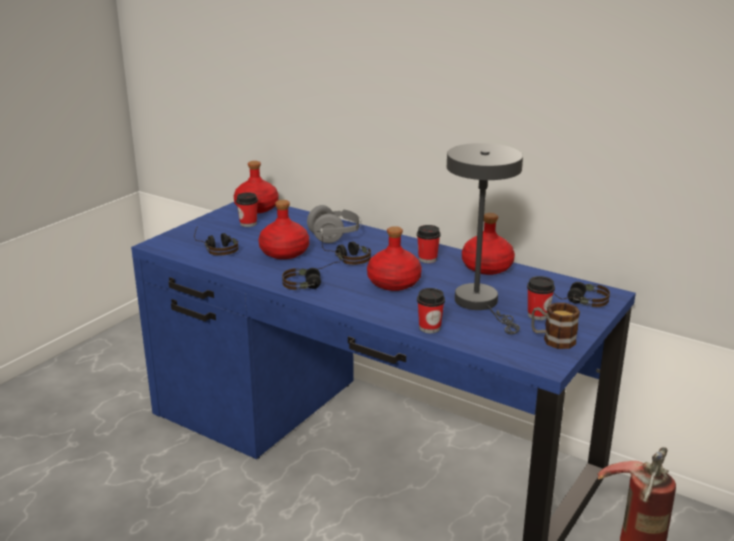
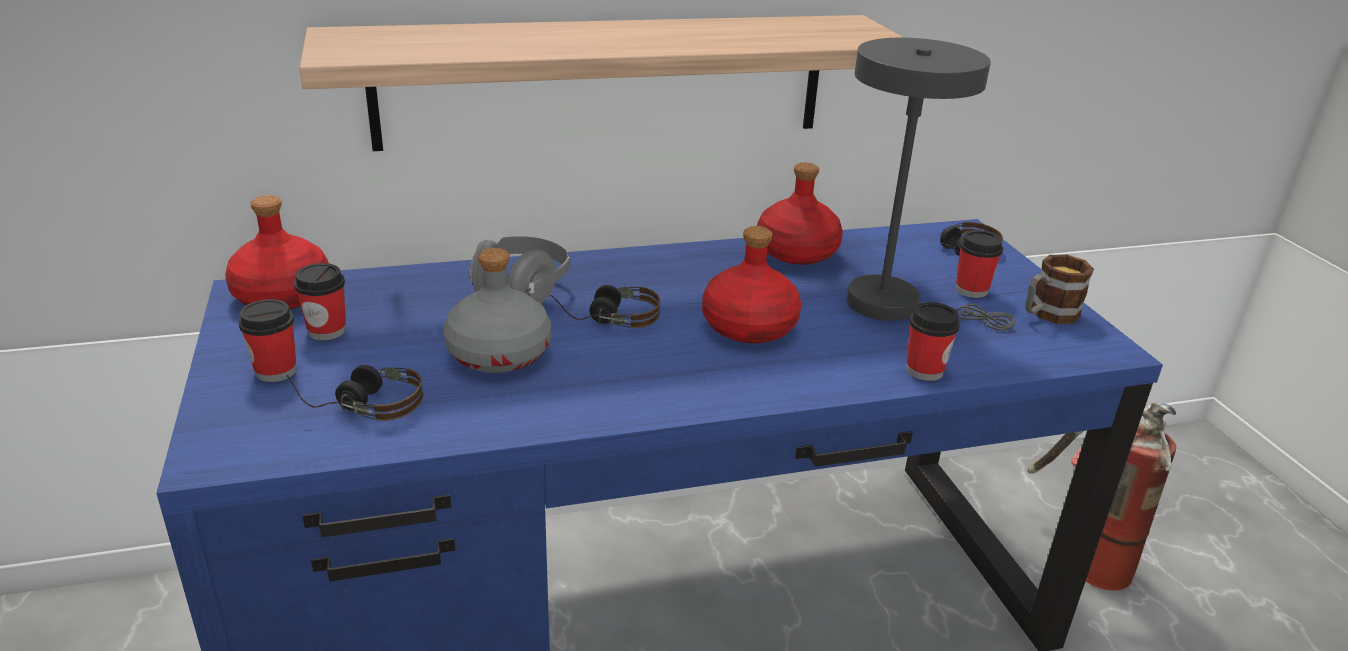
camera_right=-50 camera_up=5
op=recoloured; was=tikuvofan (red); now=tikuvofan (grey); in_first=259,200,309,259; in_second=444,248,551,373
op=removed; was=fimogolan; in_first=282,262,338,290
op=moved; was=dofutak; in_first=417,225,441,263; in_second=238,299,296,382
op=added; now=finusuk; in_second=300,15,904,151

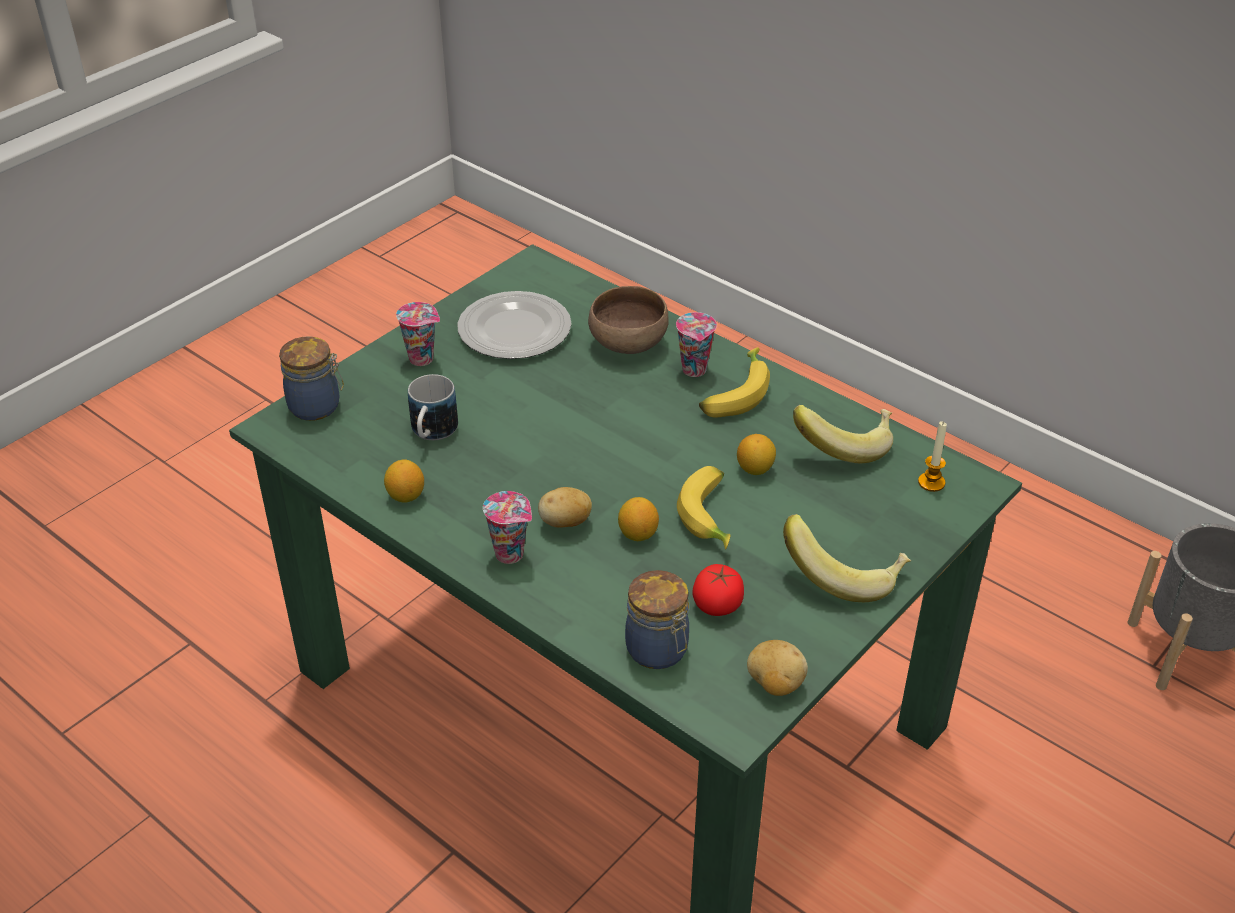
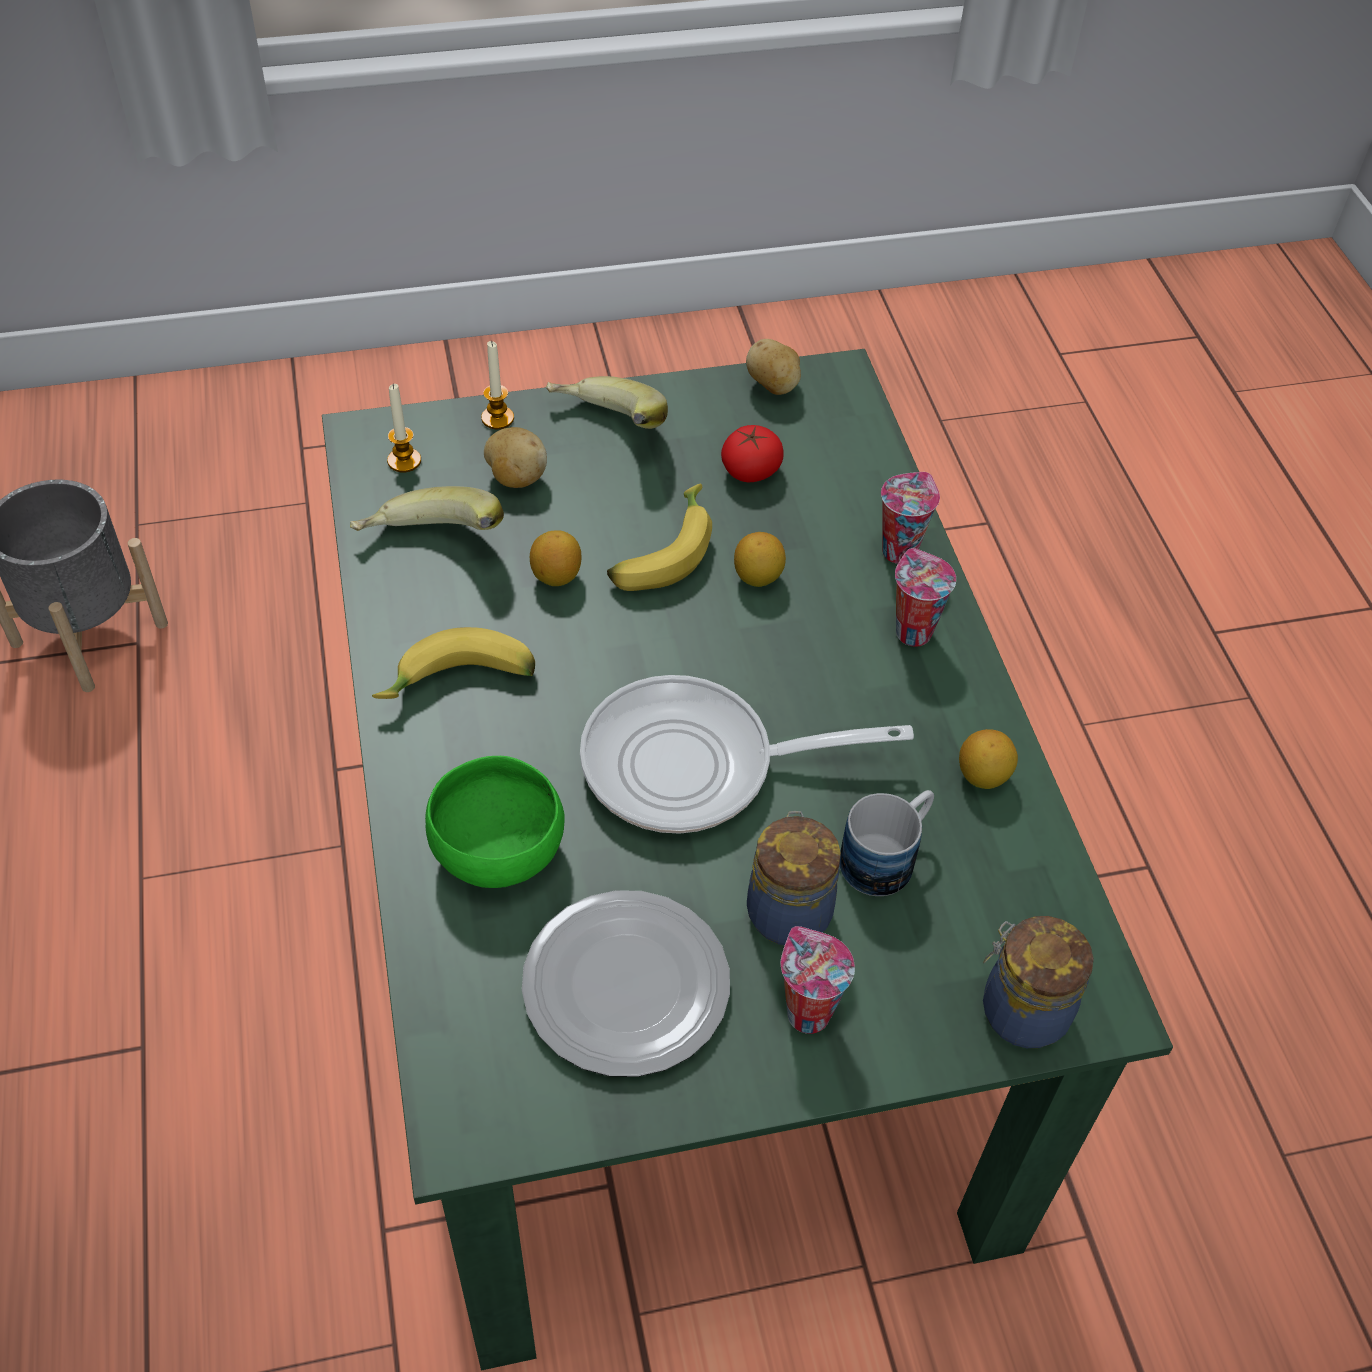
camera_right=-145 camera_up=10
op=moved; was=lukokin; in_first=538,487,592,528; in_second=484,427,547,488
op=recoloured; was=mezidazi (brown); now=mezidazi (green); in_first=588,286,669,354; in_second=425,756,565,888
op=moved; was=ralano; in_first=625,570,689,669; in_second=747,811,841,945
op=moved; was=dofutak; in_first=676,312,717,377; in_second=881,472,940,564
op=added; now=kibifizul; in_second=481,341,514,429
op=added; now=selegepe; in_second=580,675,914,834

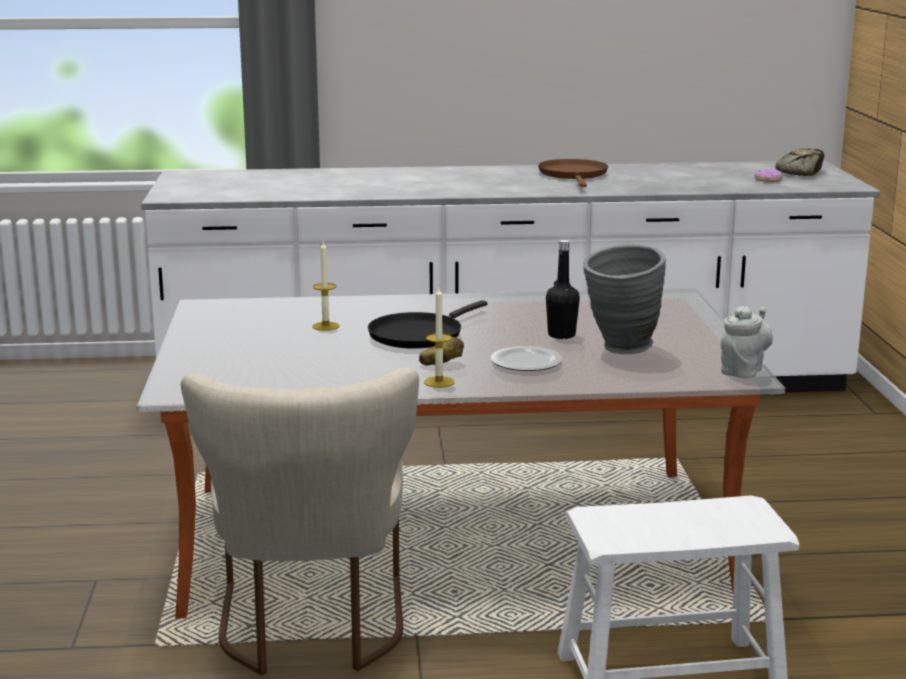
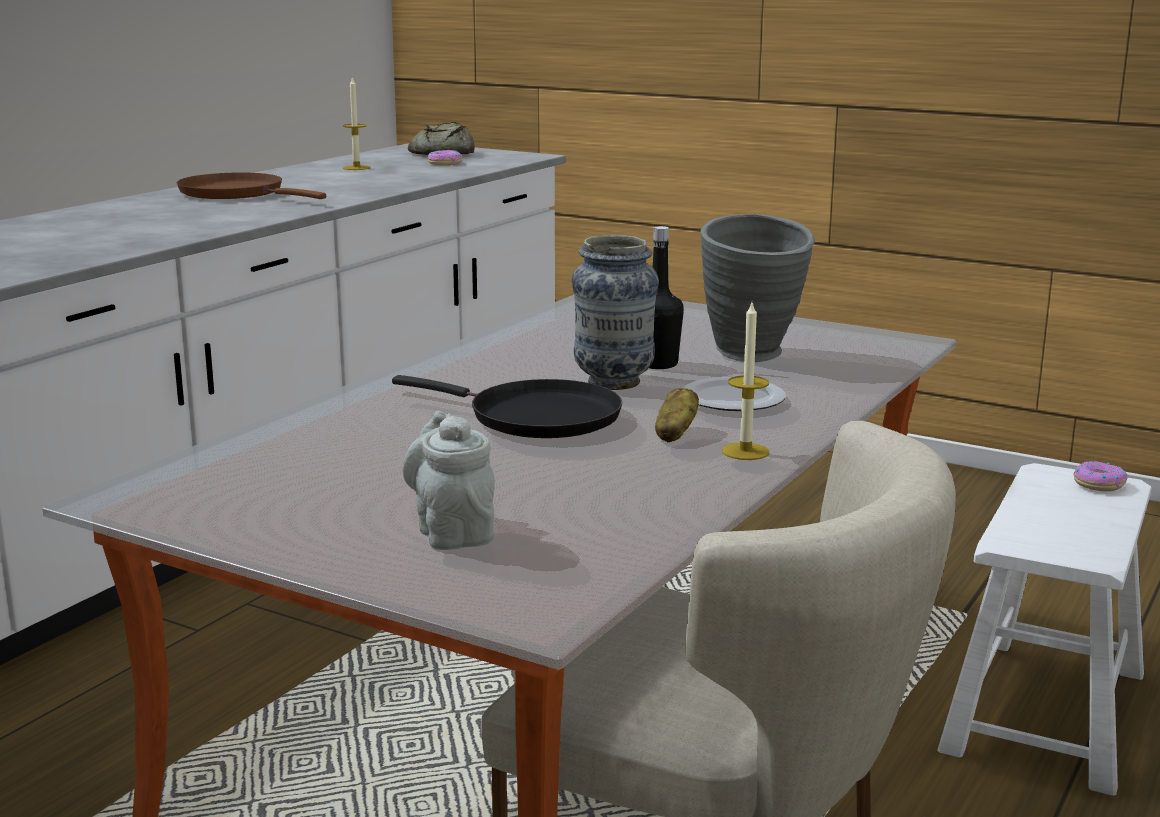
camera_right=-55 camera_up=0
op=moved; was=kibifizul; in_first=312,242,340,331; in_second=343,76,370,170
op=turned; was=selegepe (black); in_first=368,300,488,349; in_second=392,375,622,438; clockwise=-45
op=moved; was=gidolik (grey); in_first=721,305,773,379; in_second=402,411,495,550
op=added; now=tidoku; in_second=572,235,659,390
op=added; now=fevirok; in_second=1073,461,1128,491

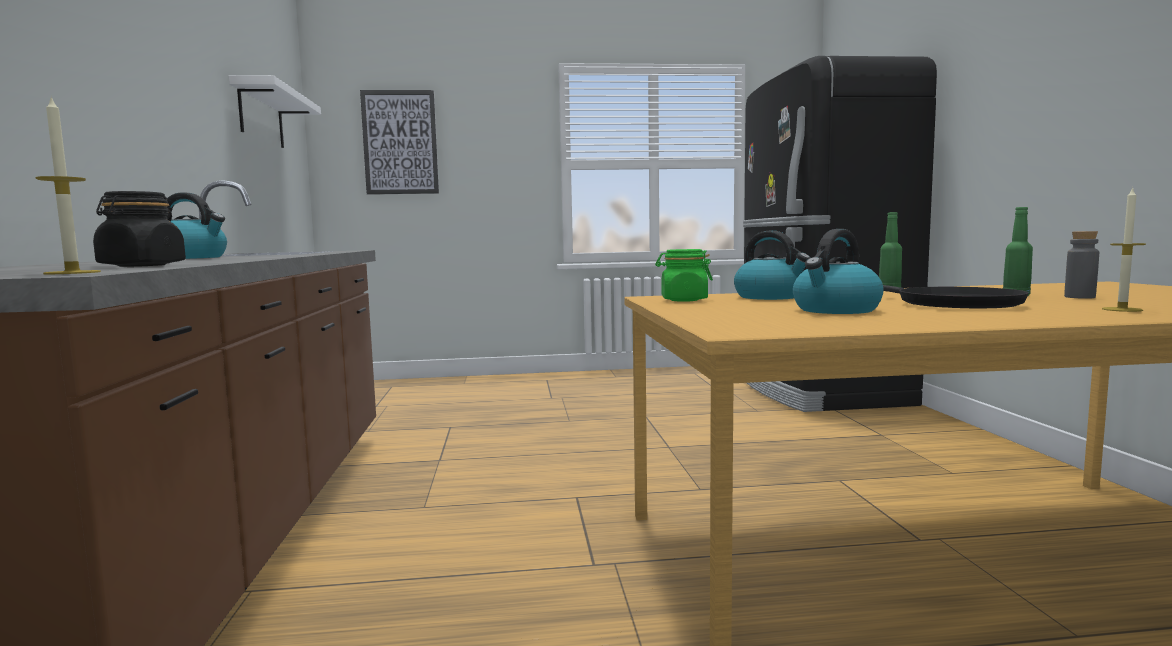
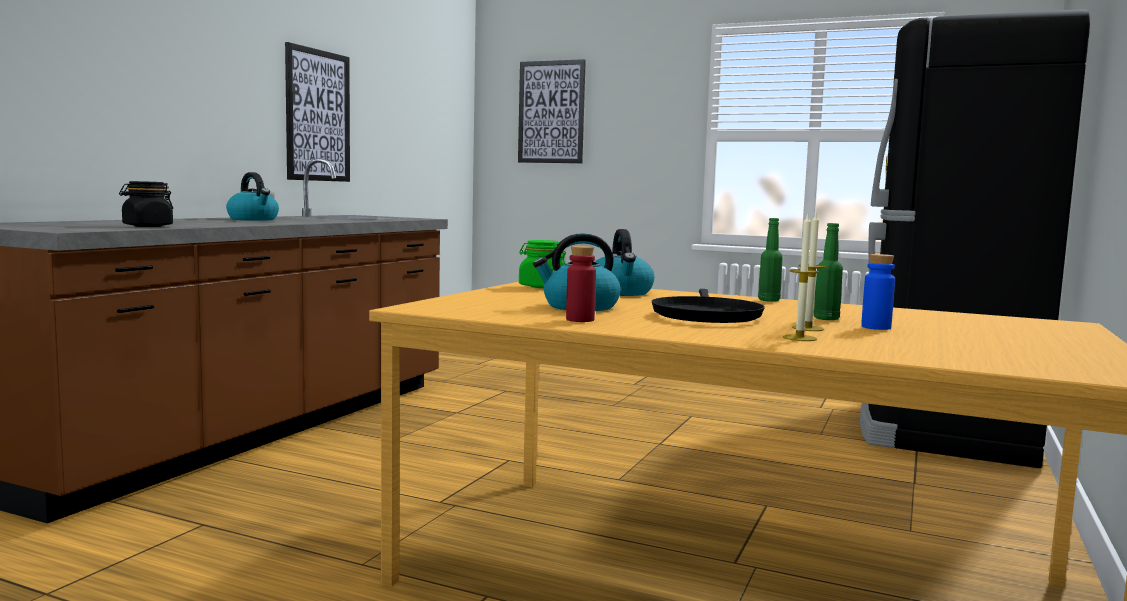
camera_right=30 camera_up=0
op=moved; was=kibifizul; in_first=36,95,101,274; in_second=792,214,826,331
op=removed; was=finusuk (white); in_first=229,75,321,148
op=recoloured; was=tikuvofan (grey); now=tikuvofan (blue); in_first=1064,231,1099,299; in_second=861,254,895,330
op=added; now=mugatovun; in_second=285,42,350,182
op=added; now=tikuvofan (red); in_second=566,246,596,322

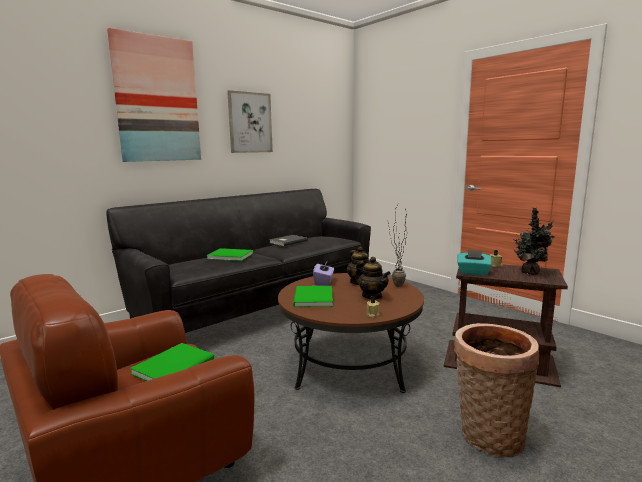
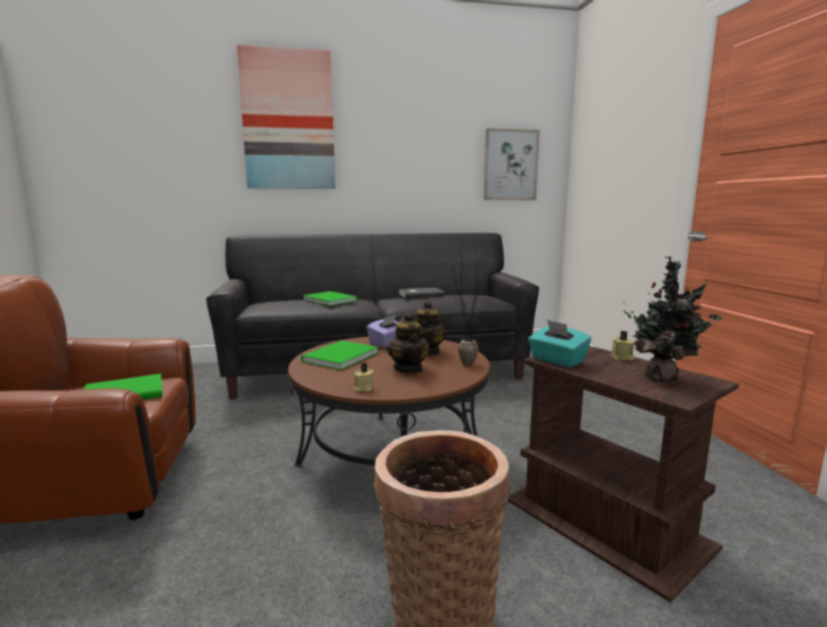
camera_right=30 camera_up=0
op=moved; was=mugatovun; in_first=227,90,273,153; in_second=484,128,540,200

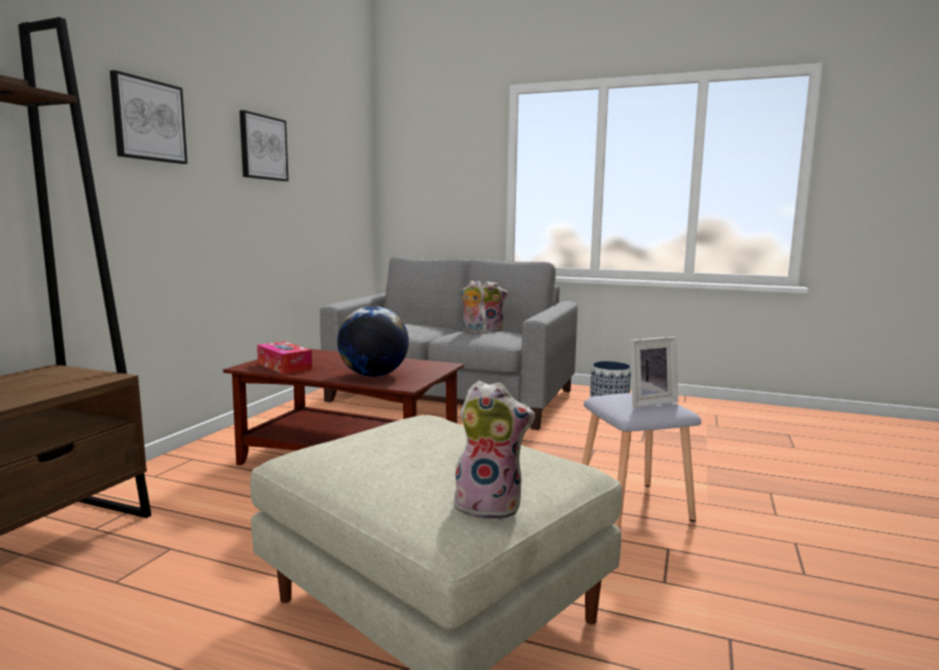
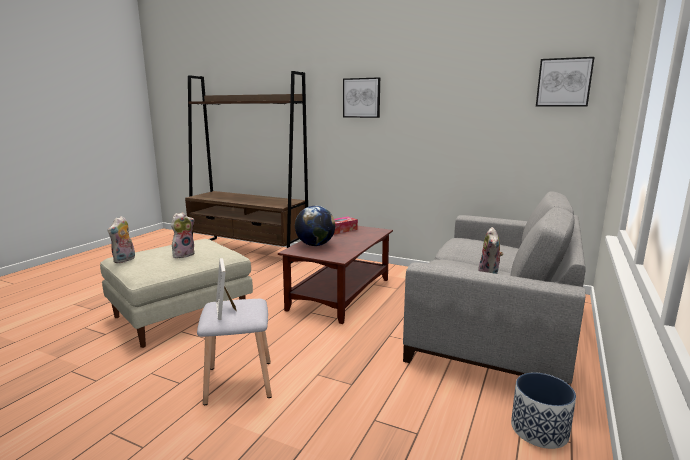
camera_right=95 camera_up=5
op=moved; was=mugatovun; in_first=239,110,289,181; in_second=536,57,594,107
op=moved; was=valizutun; in_first=461,281,490,333; in_second=171,212,195,258

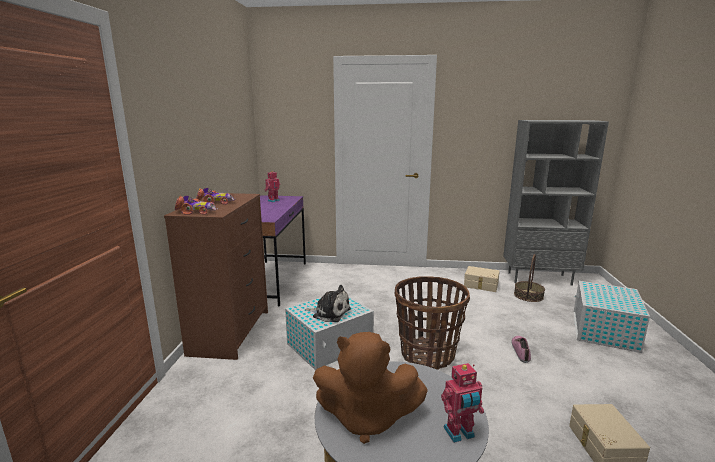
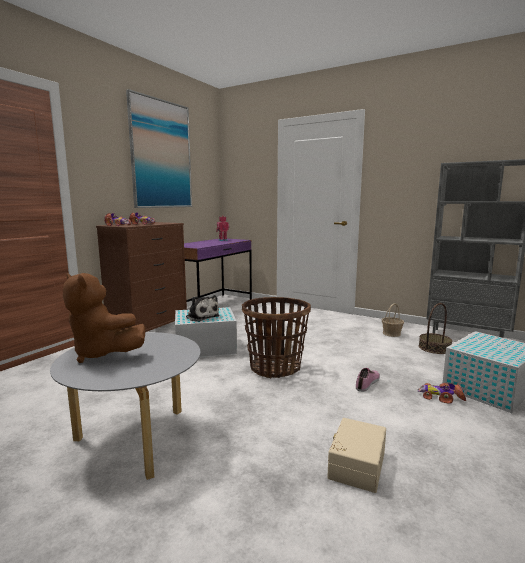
camera_right=25 camera_up=-5
op=removed; was=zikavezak; in_first=441,363,484,443
op=replaced; was=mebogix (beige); now=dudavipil; in_first=464,266,500,292; in_second=382,303,404,337
op=added; now=mugatovun; in_second=126,89,192,208
op=added; now=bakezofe; in_second=418,383,466,404

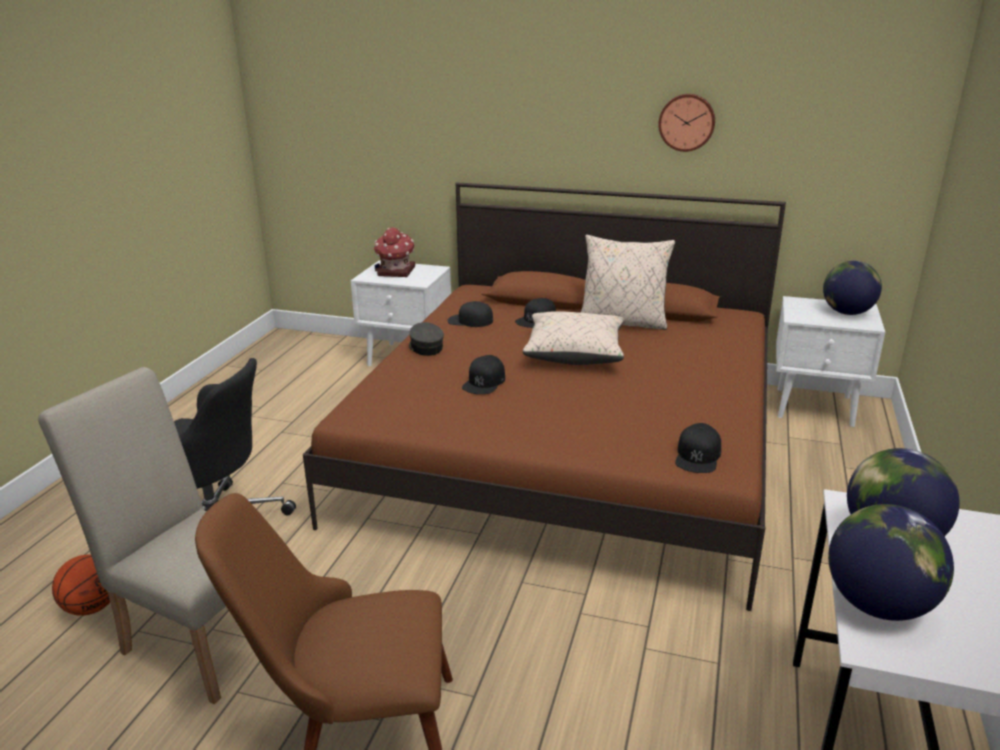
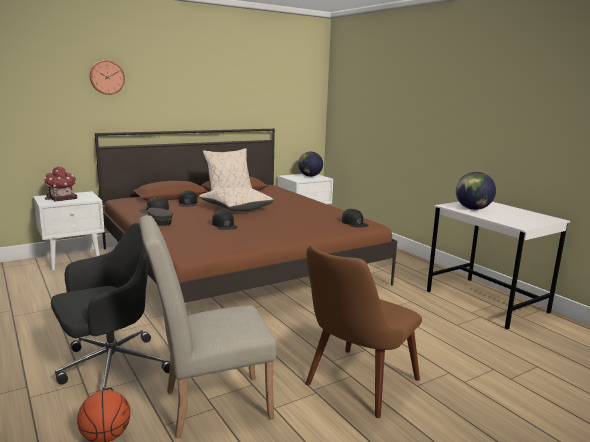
camera_right=-50 camera_up=-10
op=moved; was=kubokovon; in_first=658,94,715,152; in_second=90,60,125,95
op=removed; was=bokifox; in_first=828,504,954,621

